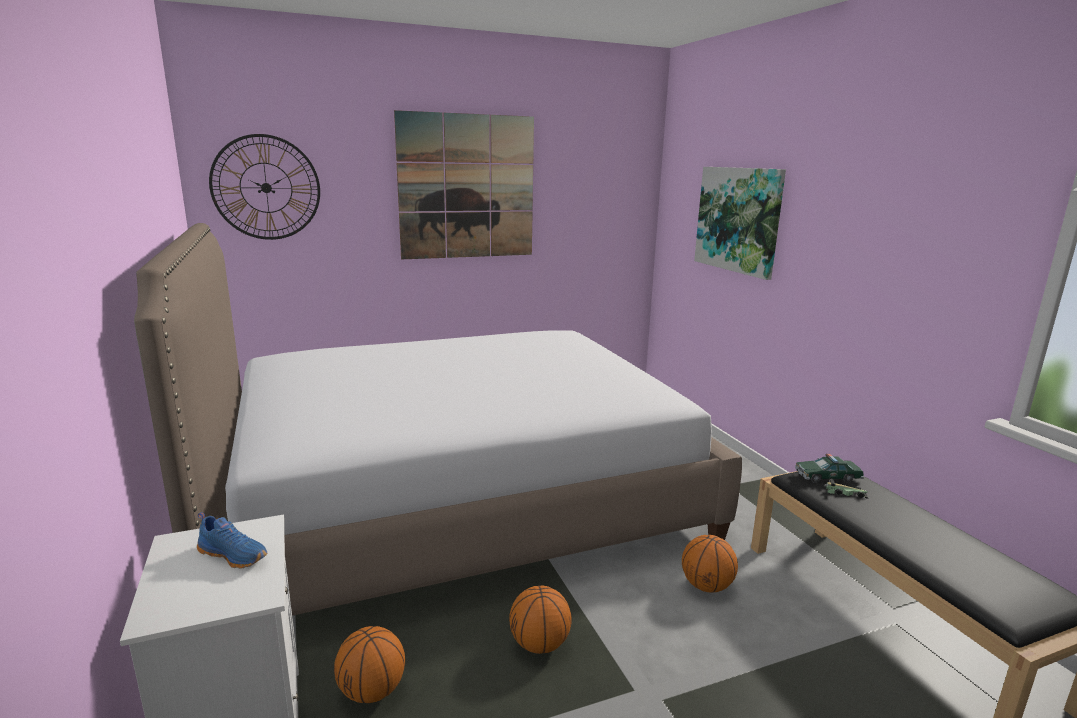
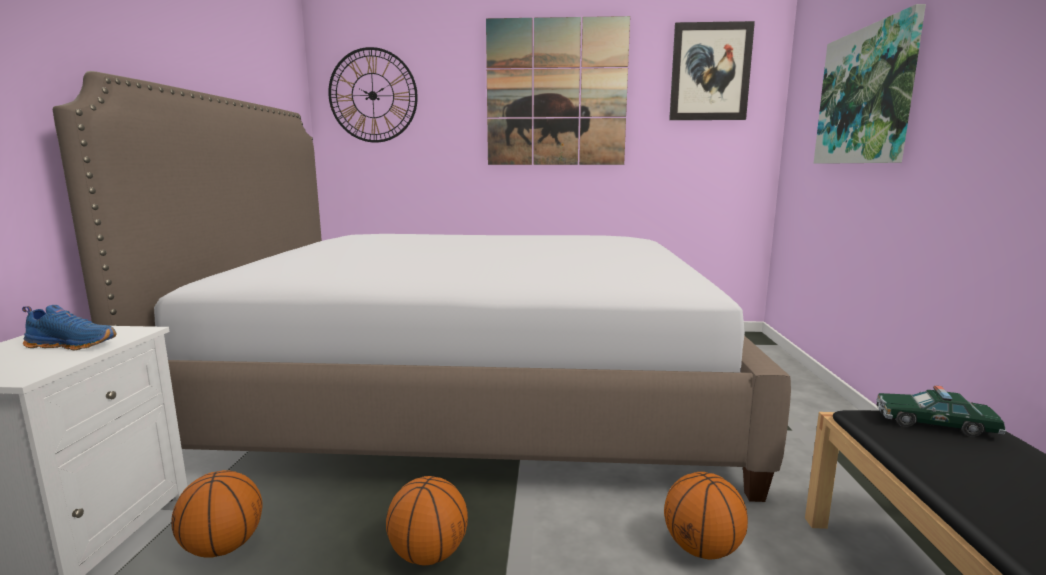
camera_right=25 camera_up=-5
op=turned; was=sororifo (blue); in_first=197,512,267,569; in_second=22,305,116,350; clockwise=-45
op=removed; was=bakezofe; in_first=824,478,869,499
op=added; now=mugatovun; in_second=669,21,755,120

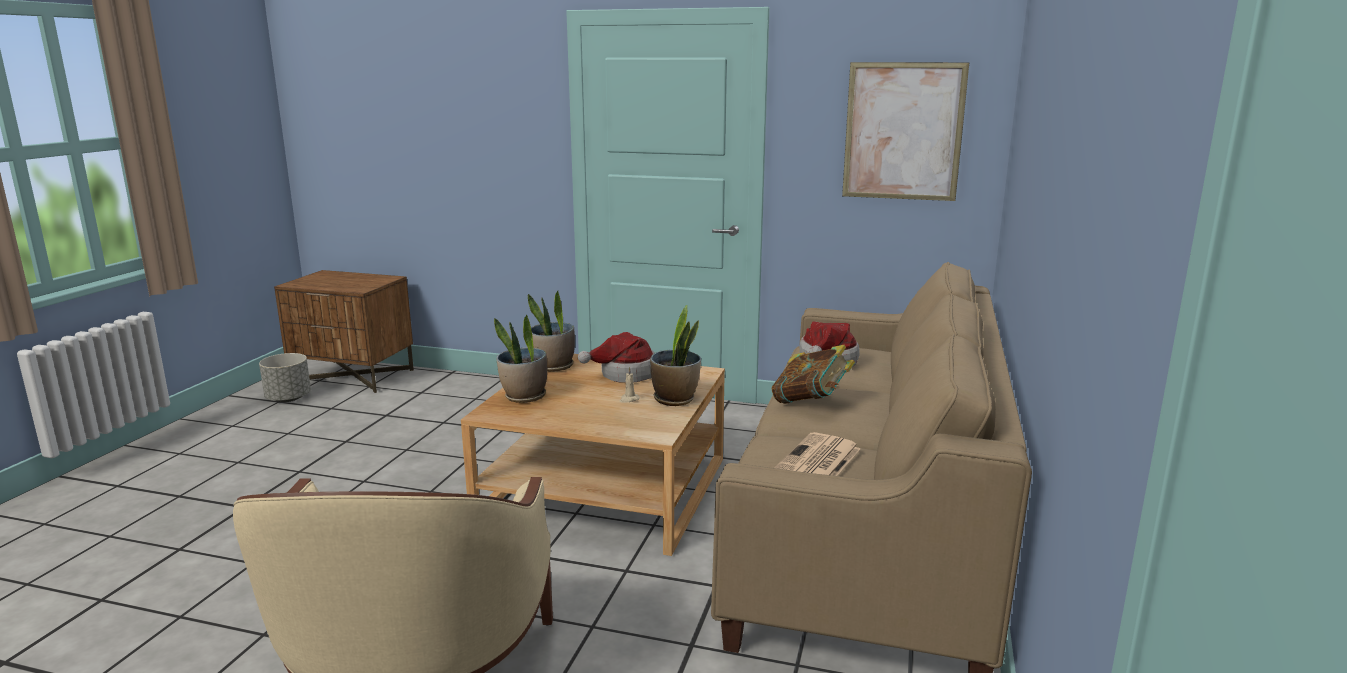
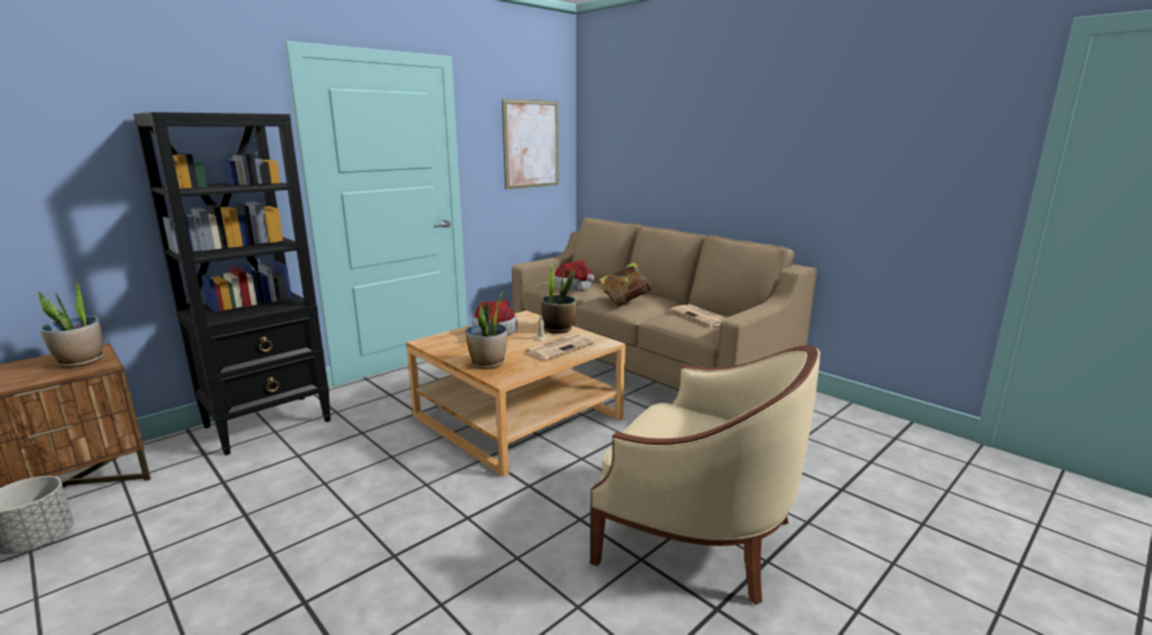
camera_right=-60 camera_up=0
op=moved; was=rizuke; in_first=528,291,575,372; in_second=38,280,104,368
op=added; now=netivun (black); in_second=133,112,331,456
op=added; now=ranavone; in_second=524,334,595,360

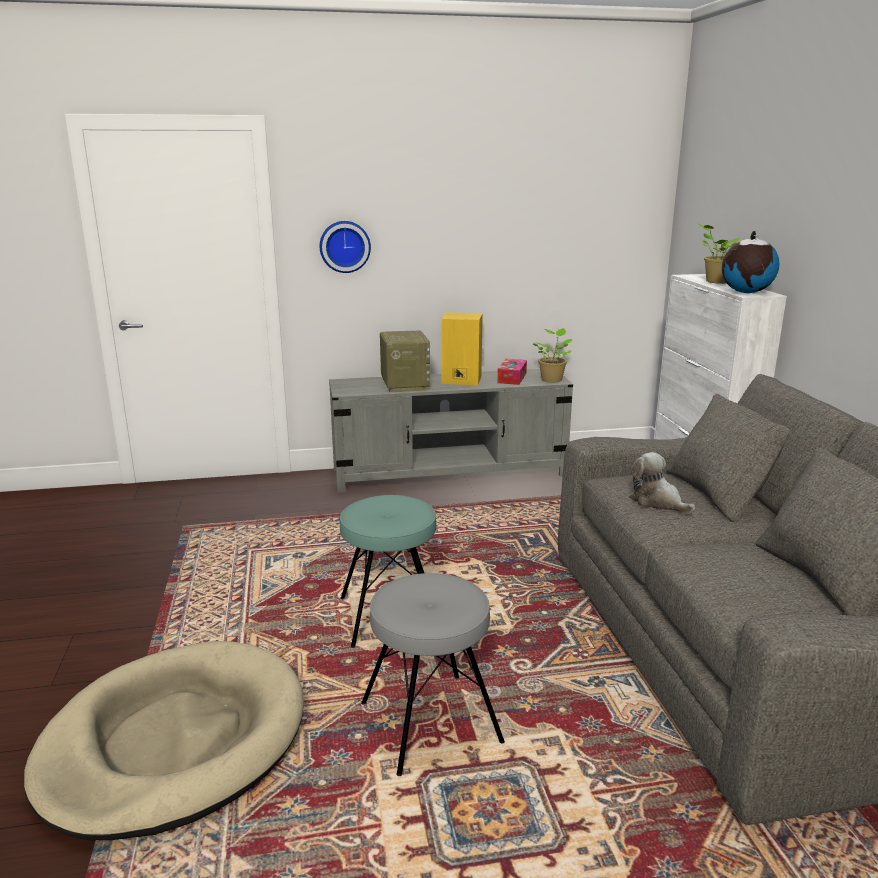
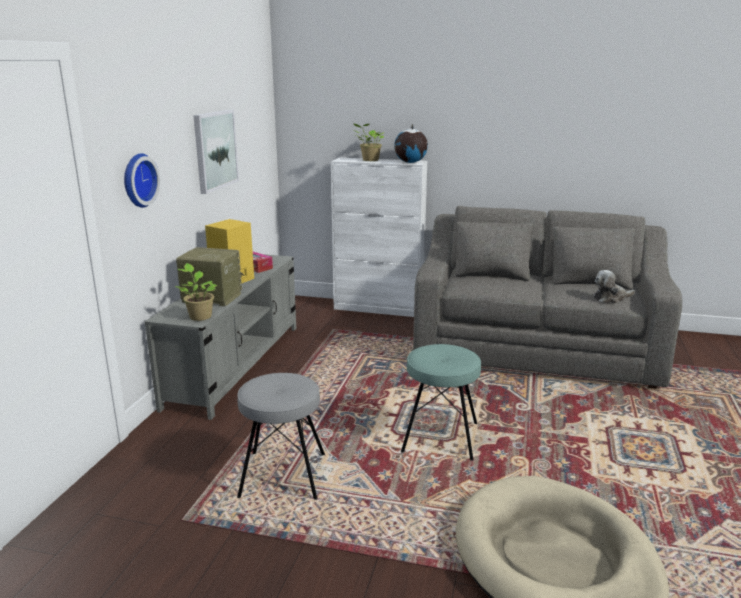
camera_right=-65 camera_up=0
op=moved; was=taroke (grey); in_first=361,573,505,776; in_second=237,373,325,500
op=moved; was=rizuke; in_first=532,328,572,383; in_second=175,263,217,321
op=moved; was=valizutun; in_first=629,452,695,514; in_second=594,270,635,303
op=added; now=mugatovun; in_second=193,110,239,194

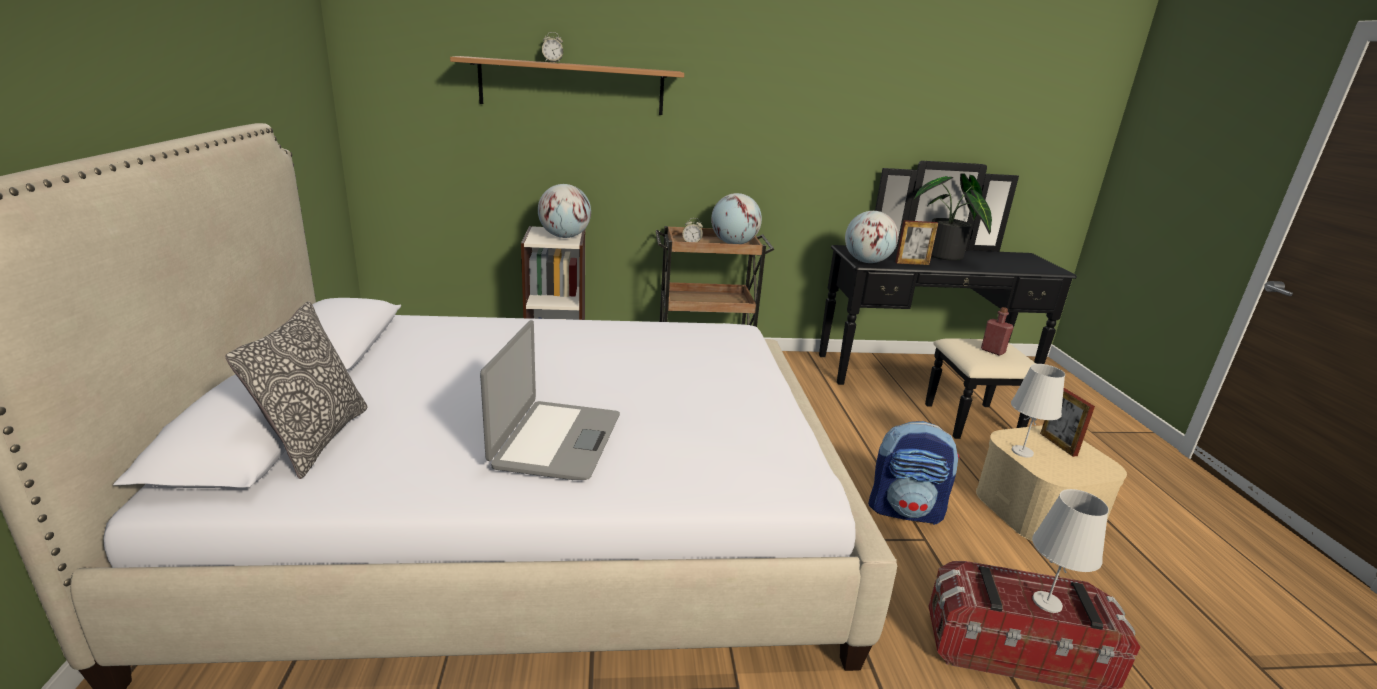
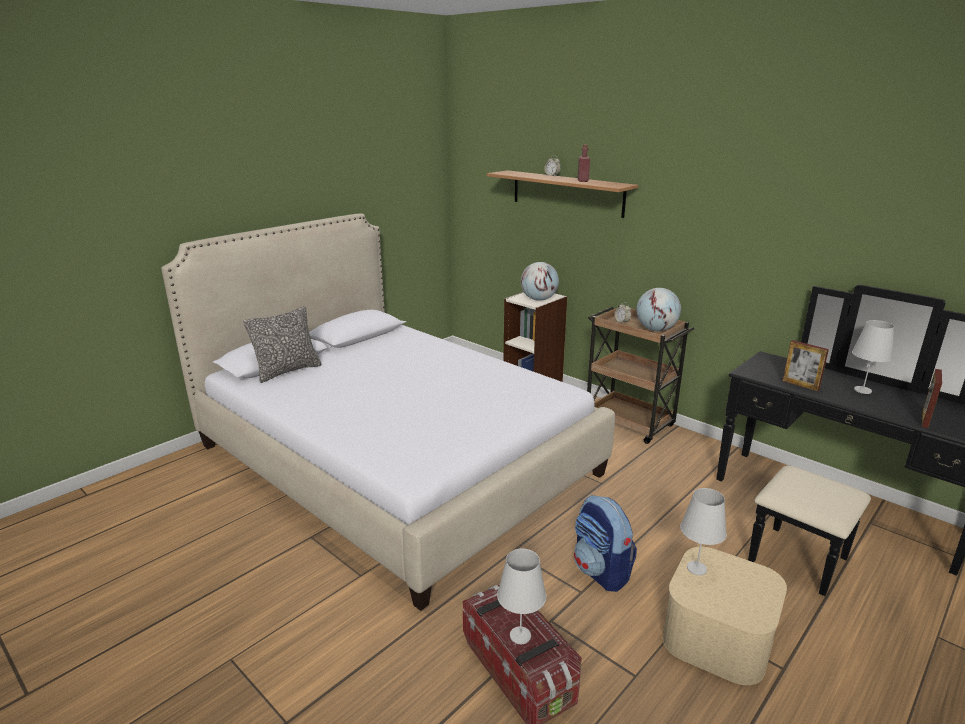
camera_right=50 camera_up=0
op=removed; was=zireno; in_first=480,320,620,480
op=removed; was=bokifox; in_first=845,211,899,263
op=replaced; was=rizuke; now=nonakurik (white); in_first=914,173,992,261; in_second=852,320,894,394
op=moved; was=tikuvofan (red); in_first=981,307,1014,356; in_second=578,144,590,182
op=moved; was=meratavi; in_first=1040,388,1095,457; in_second=922,369,942,428

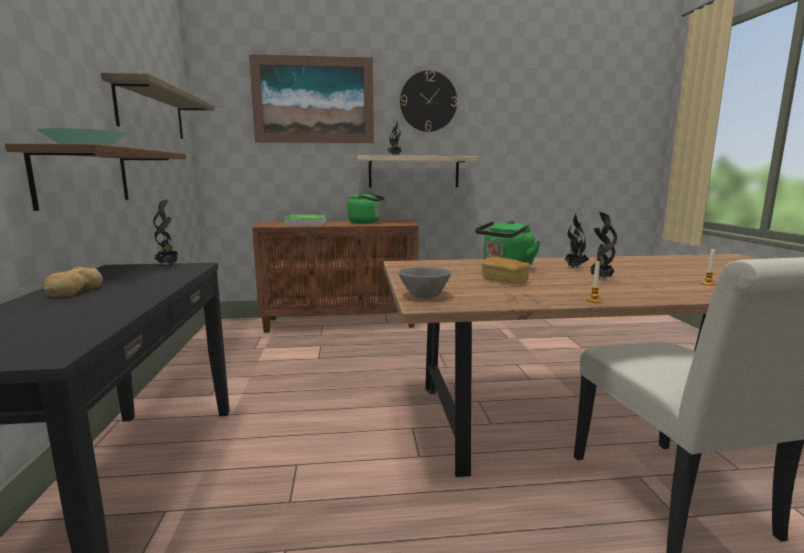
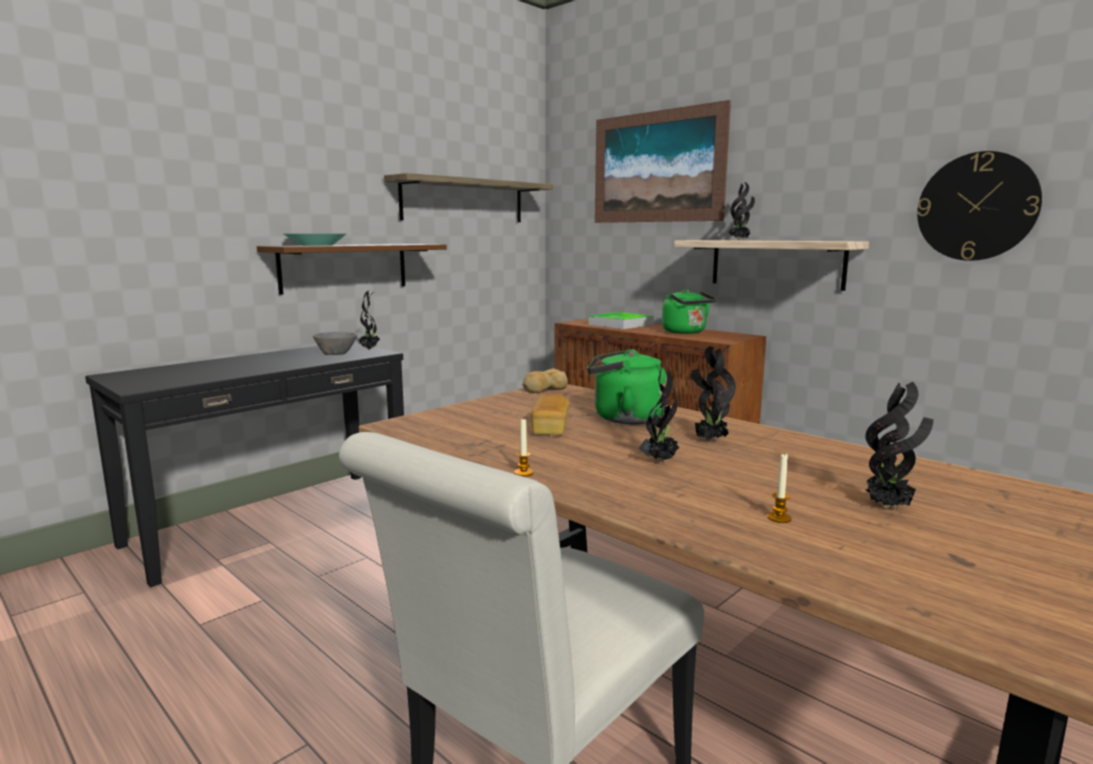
camera_right=50 camera_up=0
op=moved; was=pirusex; in_first=44,266,103,297; in_second=522,368,568,393
op=moved; was=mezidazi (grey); in_first=398,267,451,299; in_second=313,332,357,355
op=moved; was=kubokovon; in_first=400,70,457,132; in_second=917,151,1042,261
op=added; now=rizuke; in_second=865,382,933,508

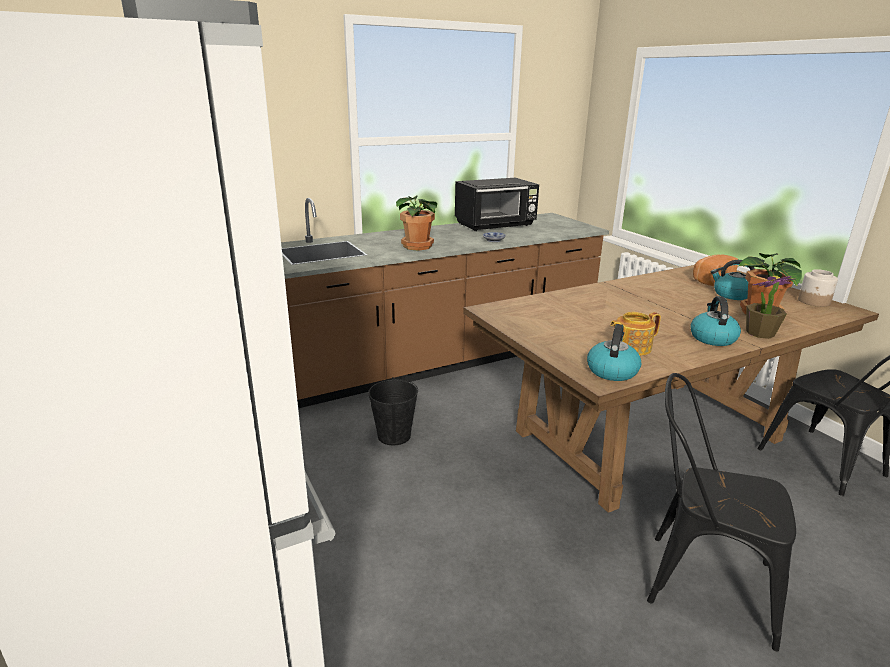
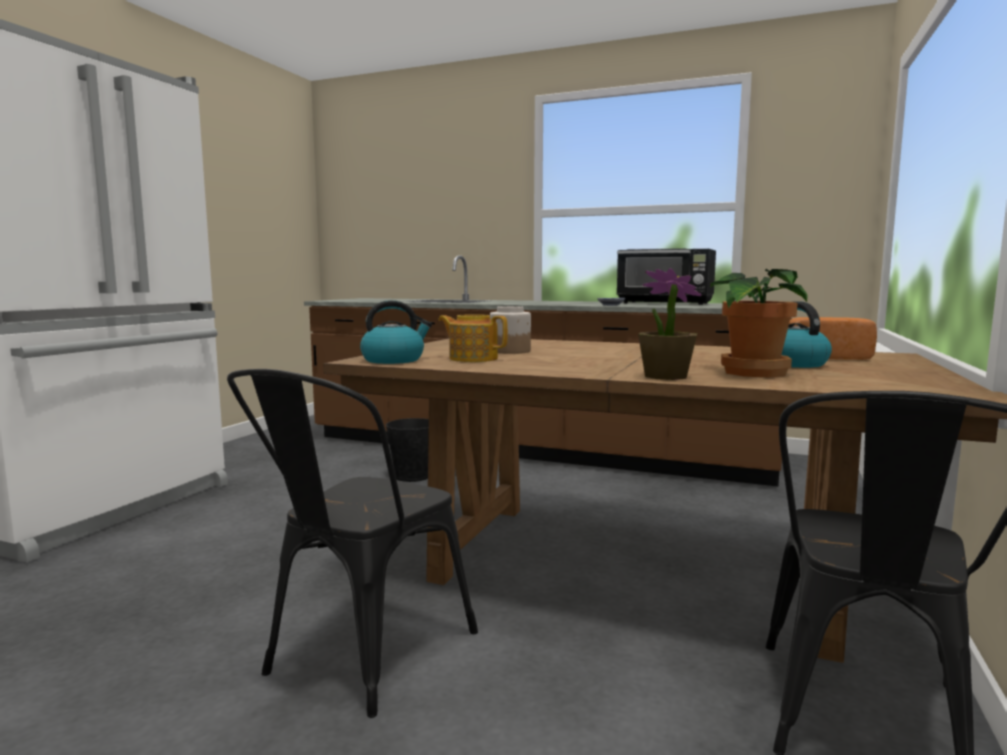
camera_right=50 camera_up=-15
op=removed; was=rizuke; in_first=396,196,437,251
op=turned; was=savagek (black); in_first=647,373,796,652; in_second=227,369,478,718; clockwise=-135
op=removed; was=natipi; in_first=690,296,741,346
op=moved; was=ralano; in_first=798,269,838,307; in_second=490,306,531,354

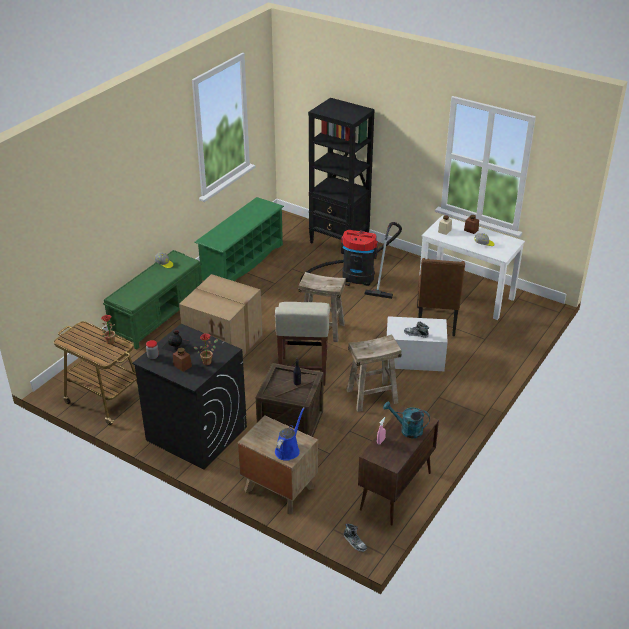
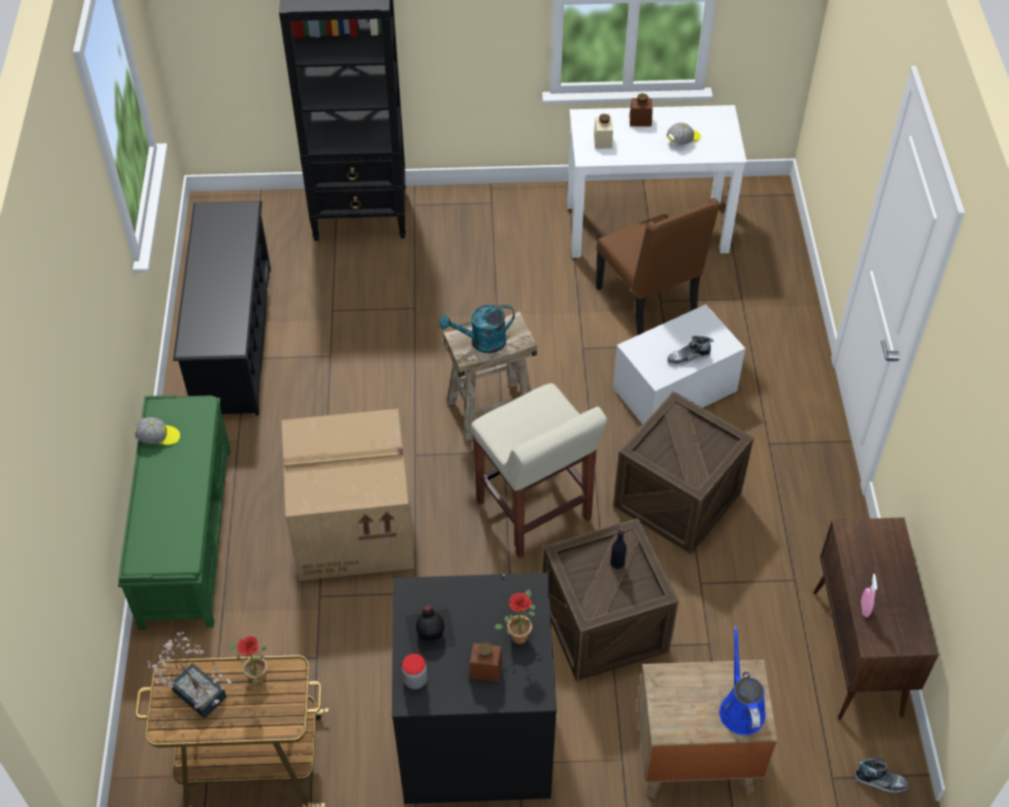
camera_right=-35 camera_up=15
op=recoloured; was=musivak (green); now=musivak (black); in_first=194,197,284,281; in_second=173,201,271,416
op=removed; was=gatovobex; in_first=300,222,402,299
op=replaced; was=taroke (beige); now=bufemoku; in_first=347,334,401,412; in_second=613,391,754,554
op=moved; was=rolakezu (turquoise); in_first=383,401,430,438; in_second=439,305,515,353
op=added; now=rizuke; in_second=148,632,232,719

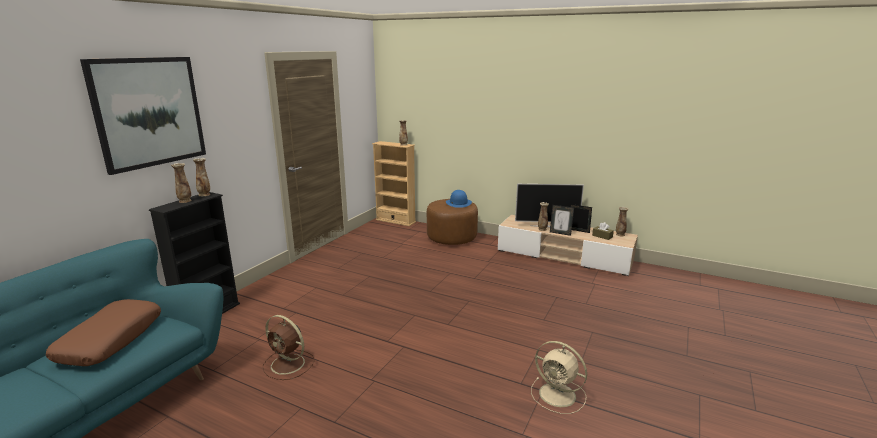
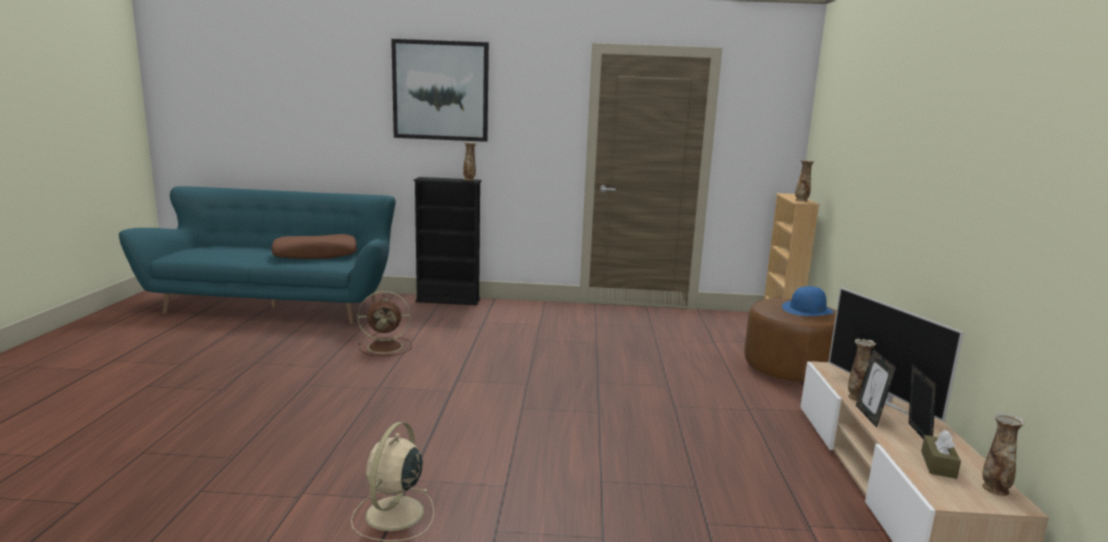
camera_right=65 camera_up=-5
op=removed; was=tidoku; in_first=171,163,191,203
op=turned; was=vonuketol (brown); in_first=263,315,315,380; in_second=358,291,412,356; clockwise=-105

